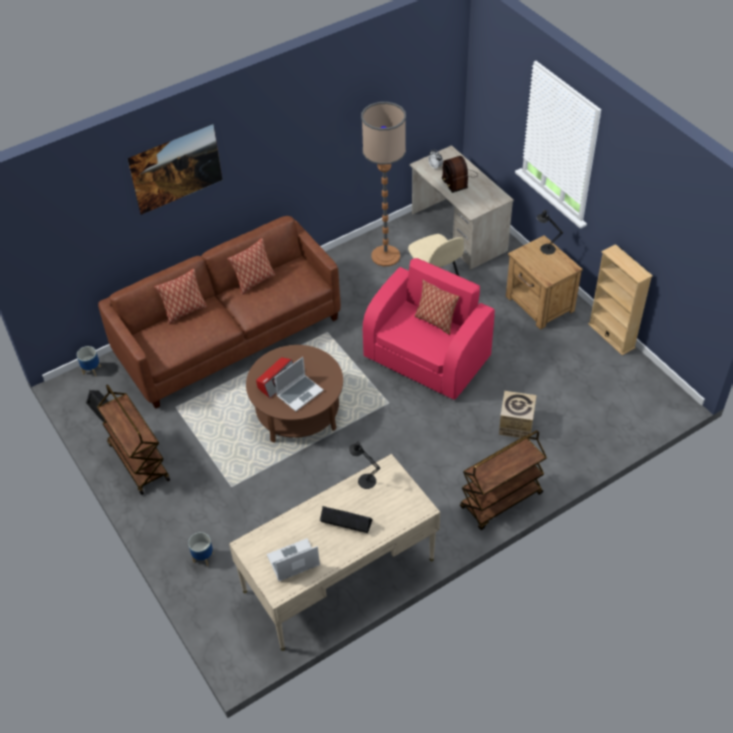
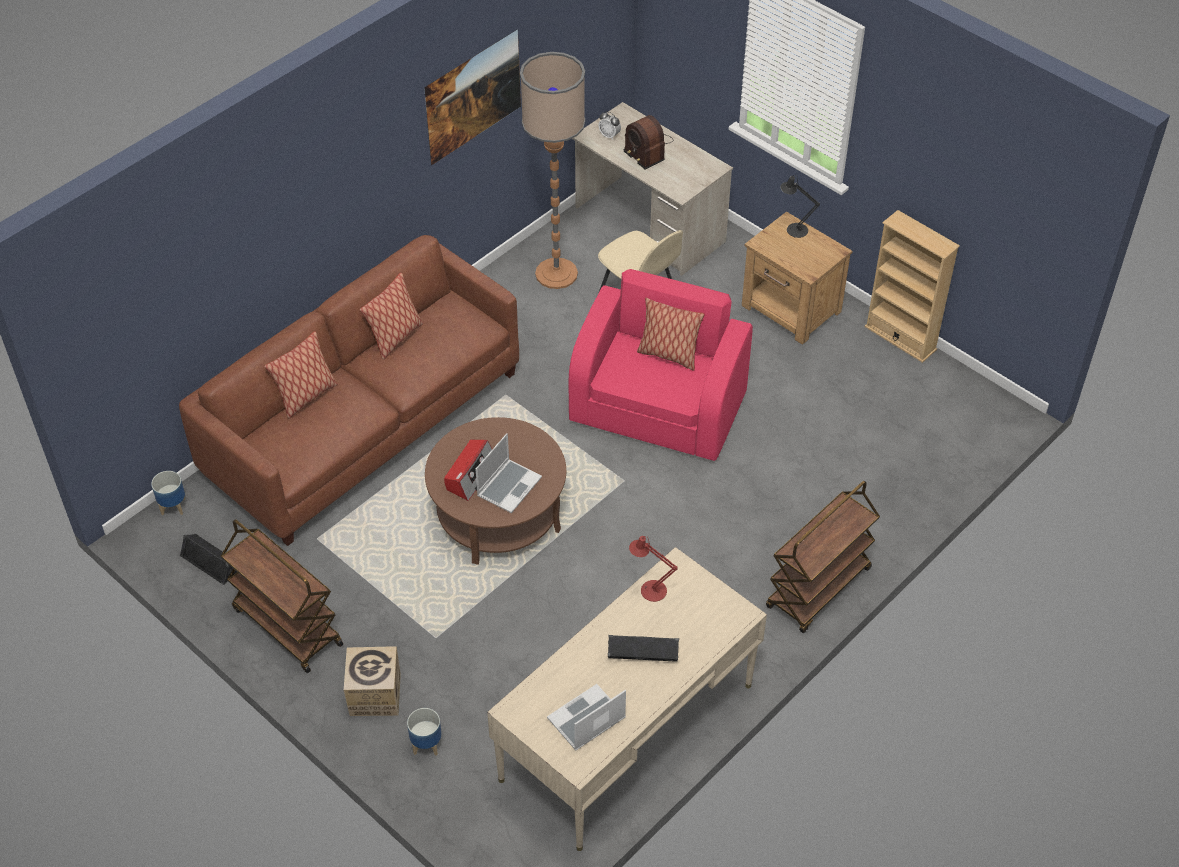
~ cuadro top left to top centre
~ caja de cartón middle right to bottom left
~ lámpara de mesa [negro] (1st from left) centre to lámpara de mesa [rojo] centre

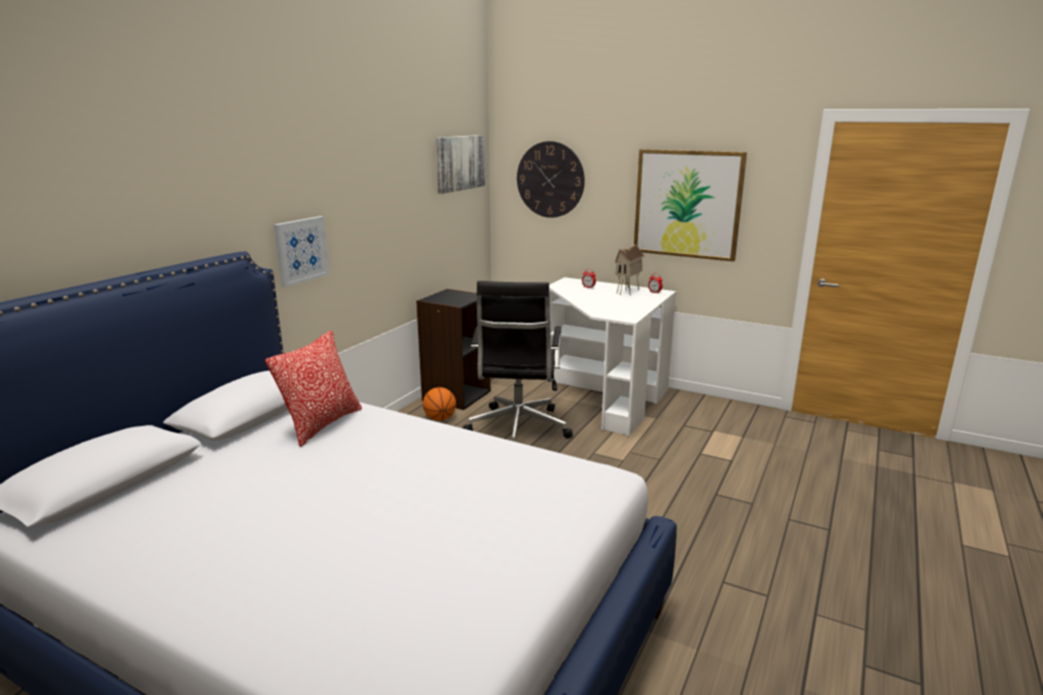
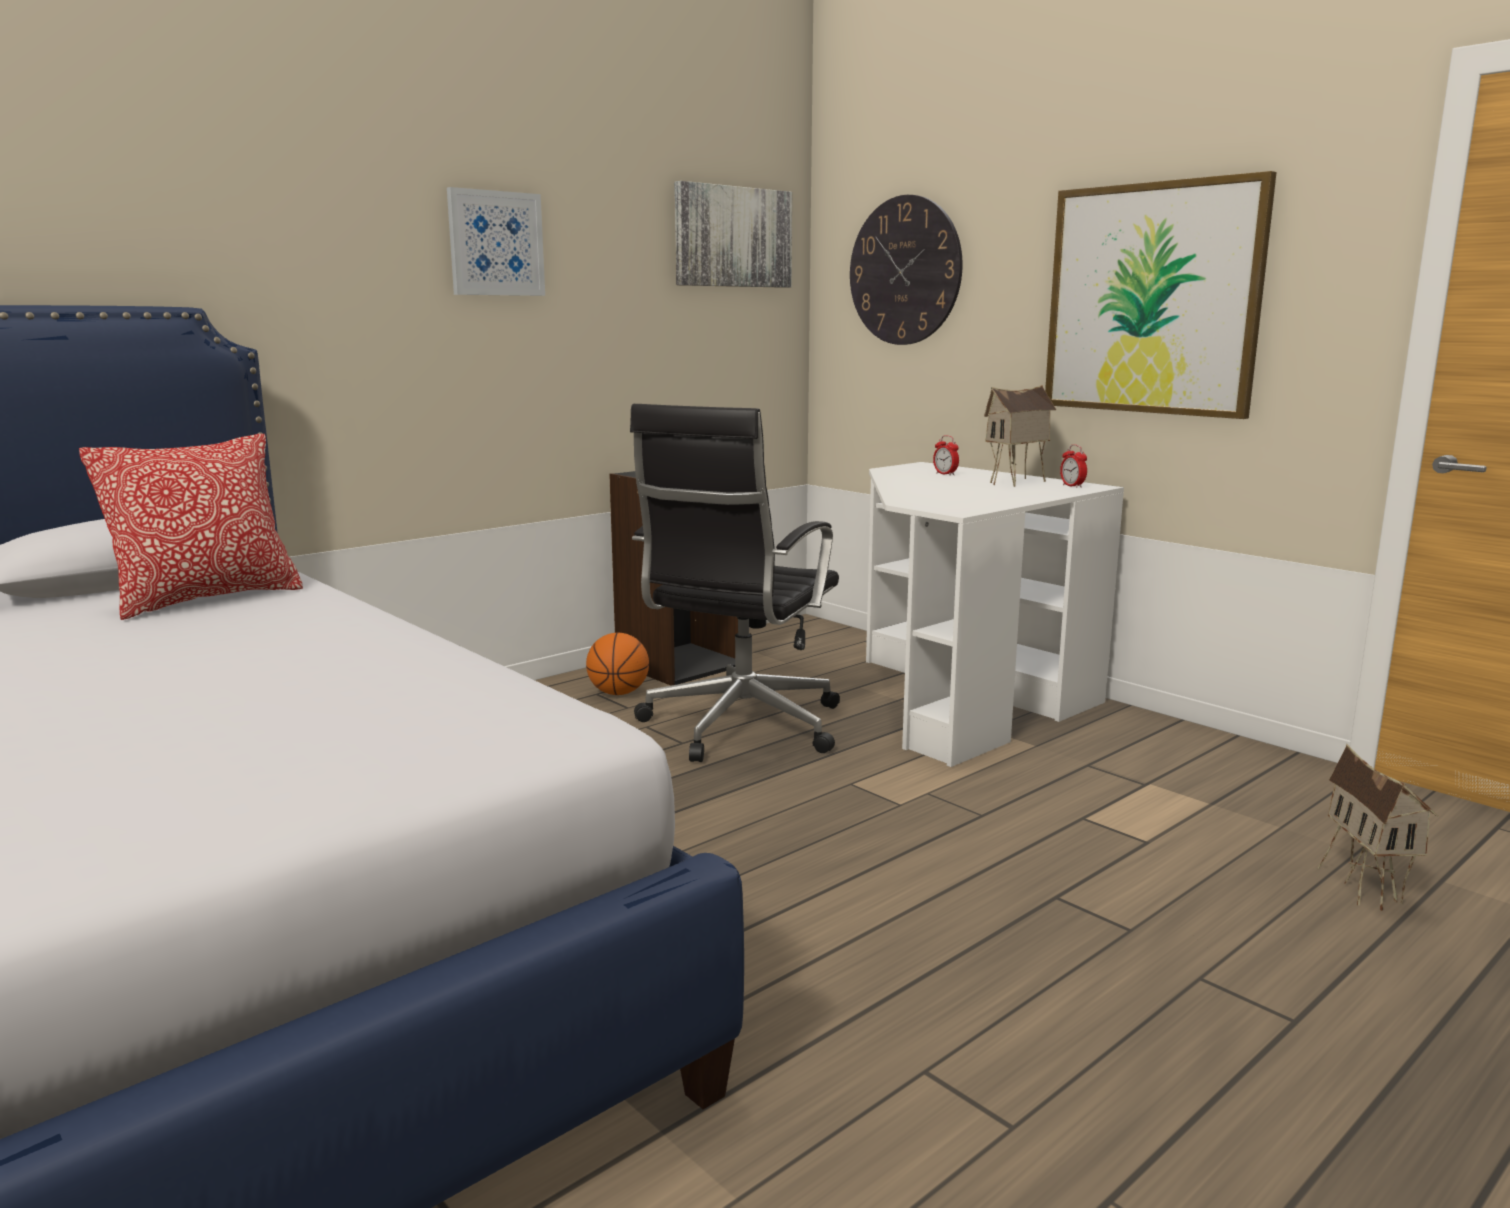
+ casita (2nd from left) bottom right
~ cuadro (1st from left) middle left to top left

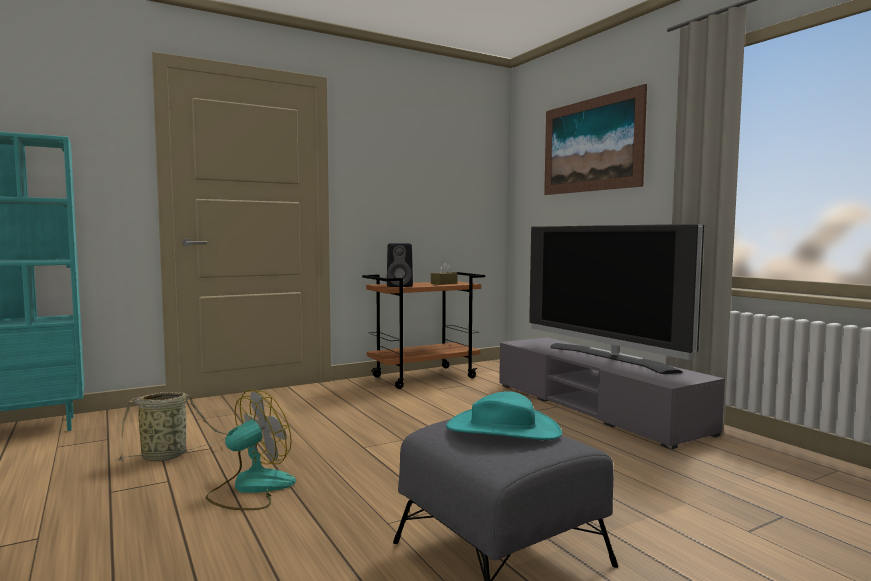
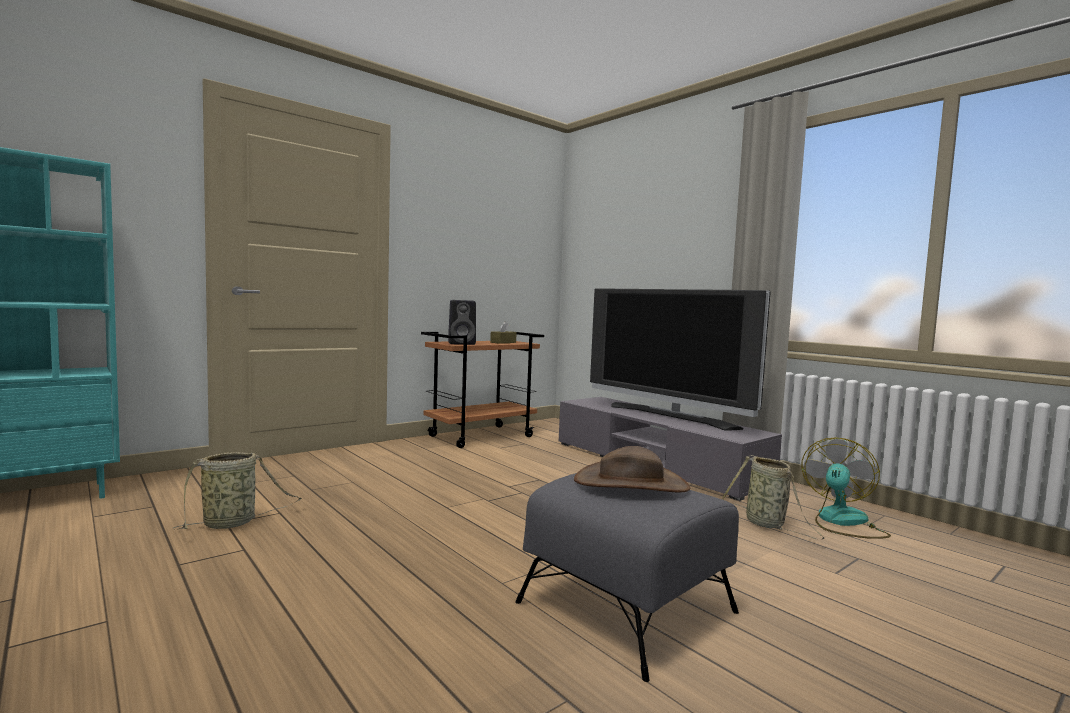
- cuadro top right
+ cesta (2nd from left) bottom right
~ ventilador bottom left to bottom right
~ sombrero [turquesa] bottom centre to sombrero [marrón] centre

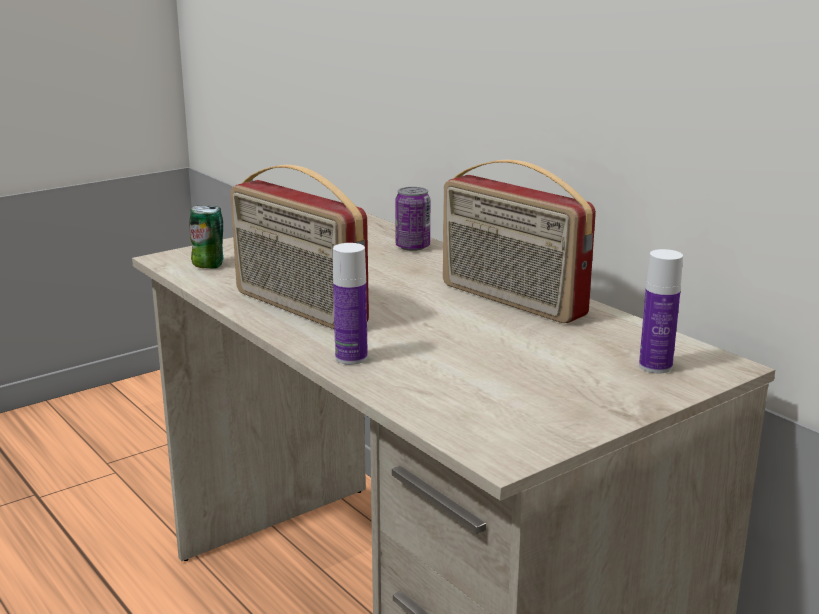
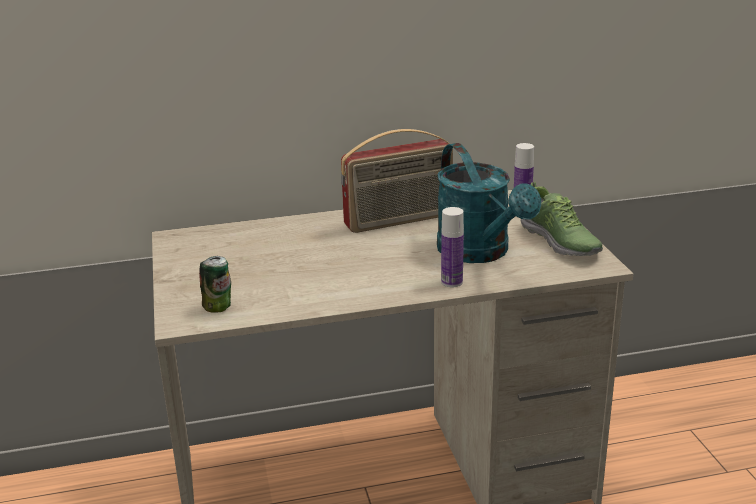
- radio (1st from left) centre
- lata (2nd from left) centre
+ regadera [turquesa] centre
+ zapato middle right

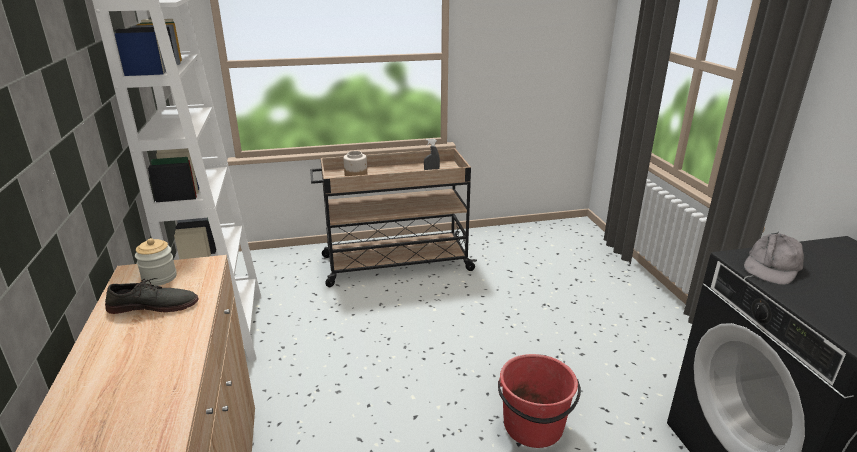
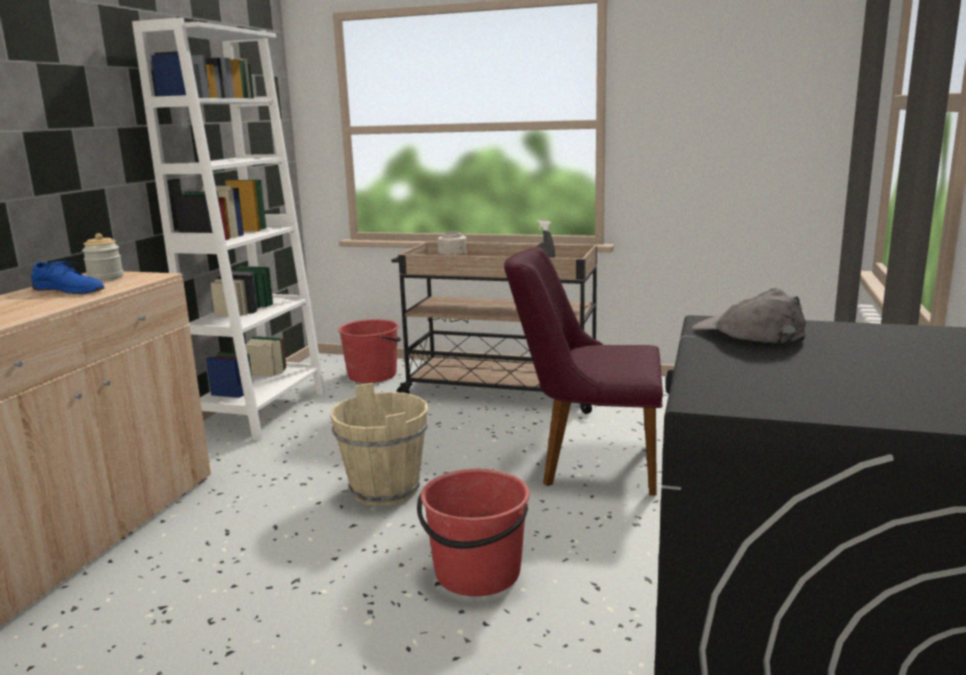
+ cubo [beis] centre
+ cubo [rojo] (1st from left) centre
+ silla [morado] centre
~ zapato [gris] middle left to zapato [azul] middle left
~ gorra [gris] middle right = middle right 75 degrees clockwise

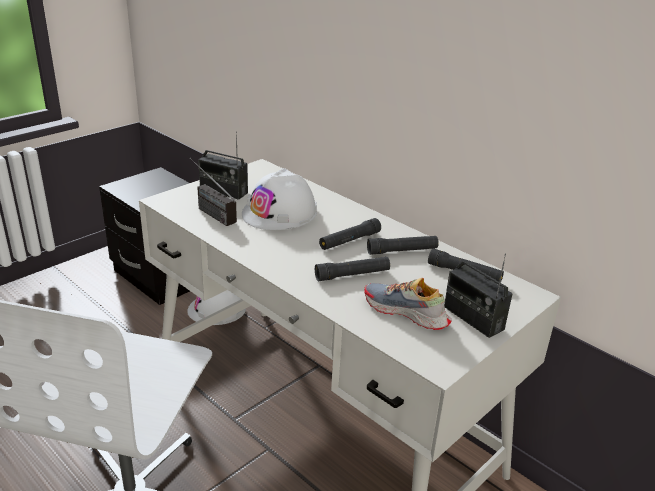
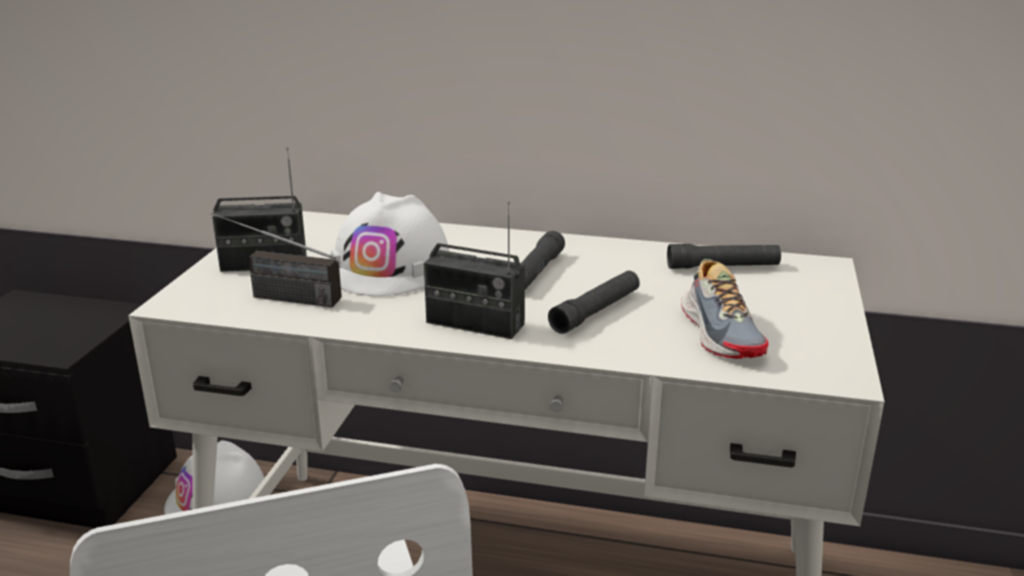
- linterna [negro] (3rd from left) centre
~ radio (3rd from left) middle right to centre
~ zapato centre = middle right 105 degrees counterclockwise

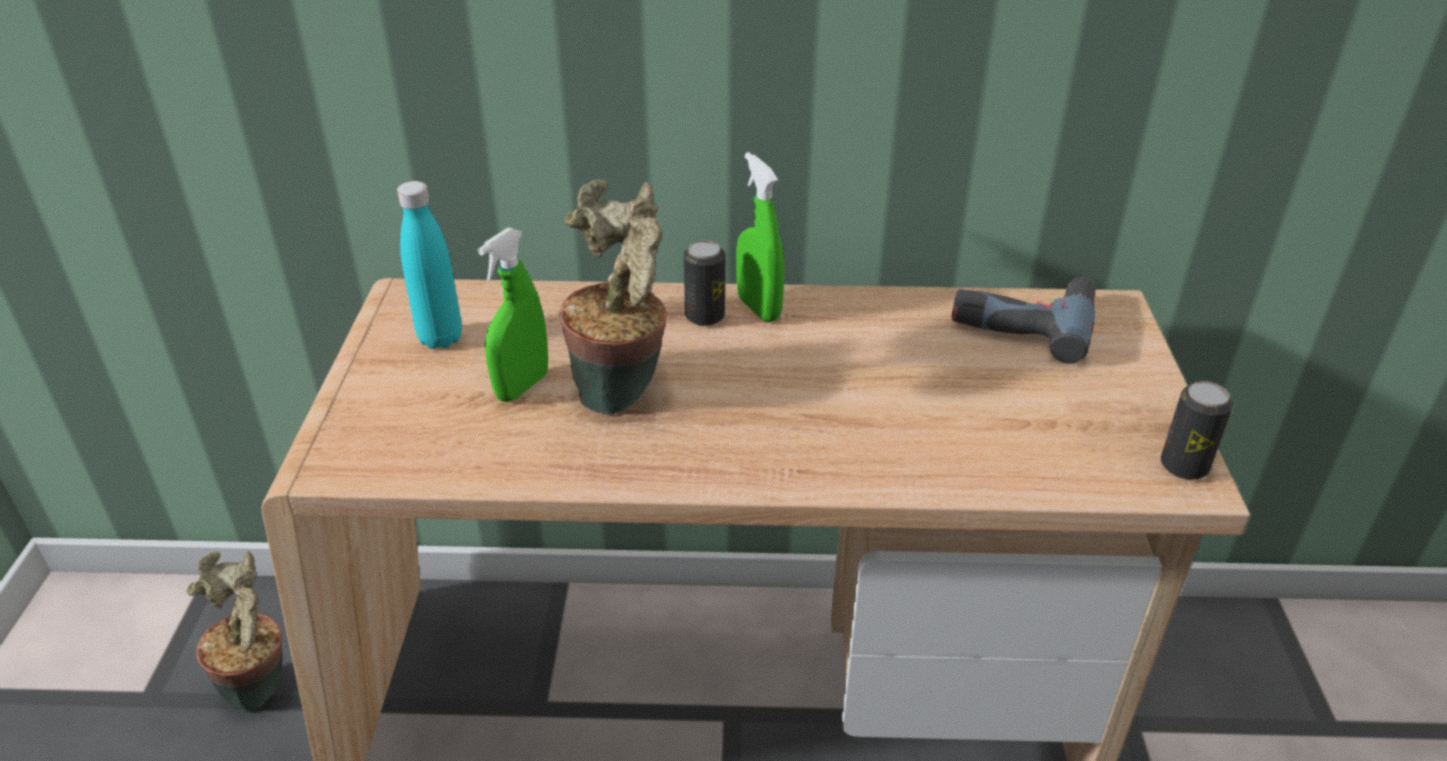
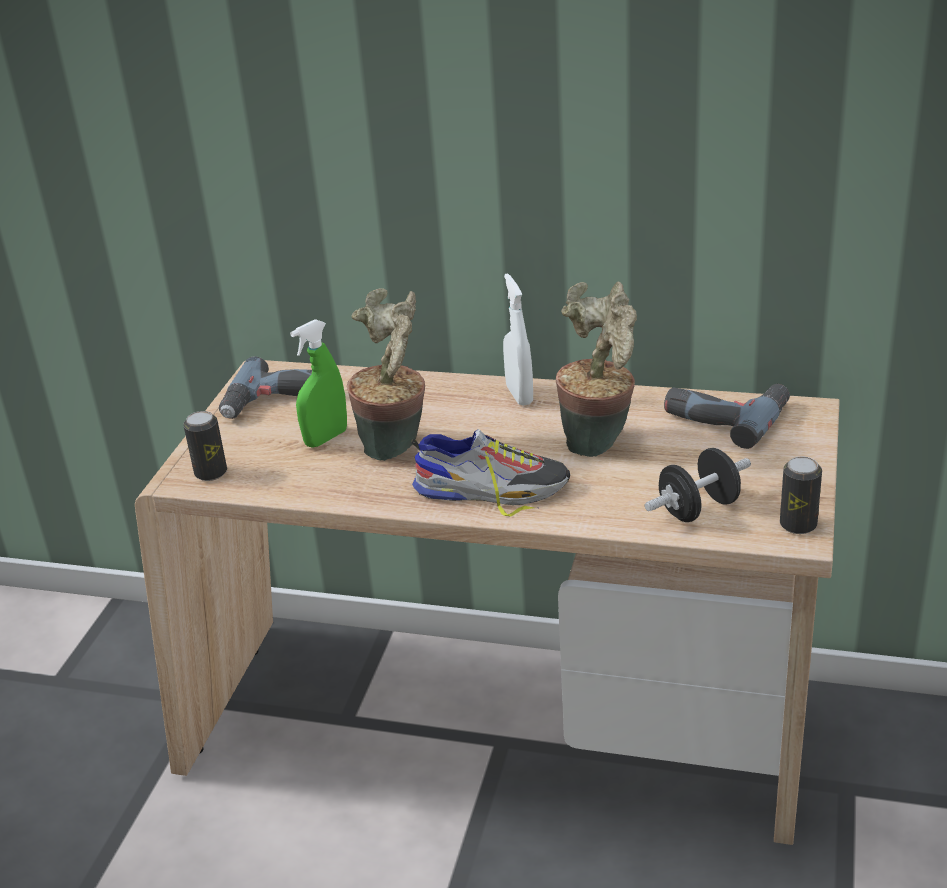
+ zapato centre
+ mancuerna [negro] middle right
~ planta en maceta (1st from left in the first image) bottom left to planta en maceta (2nd from left) centre
~ lata (1st from left) centre to middle left
~ botella [turquesa] middle left to taladro (1st from left) middle left
~ pulverizador [verde] (2nd from left) top centre to pulverizador [blanco] centre

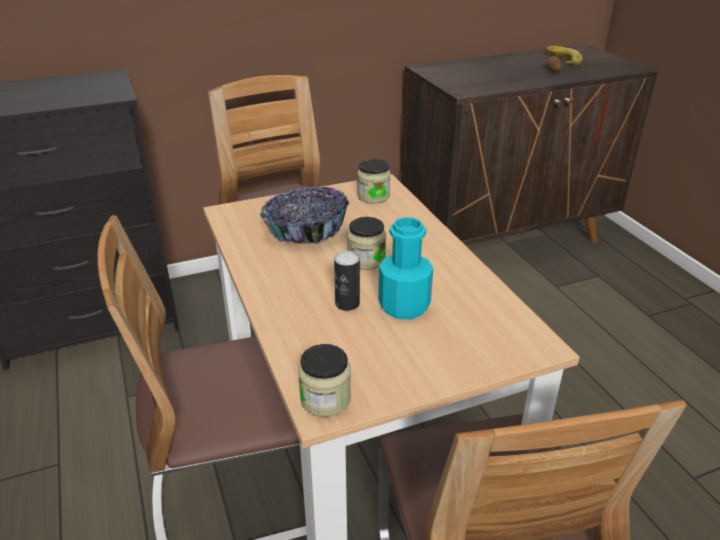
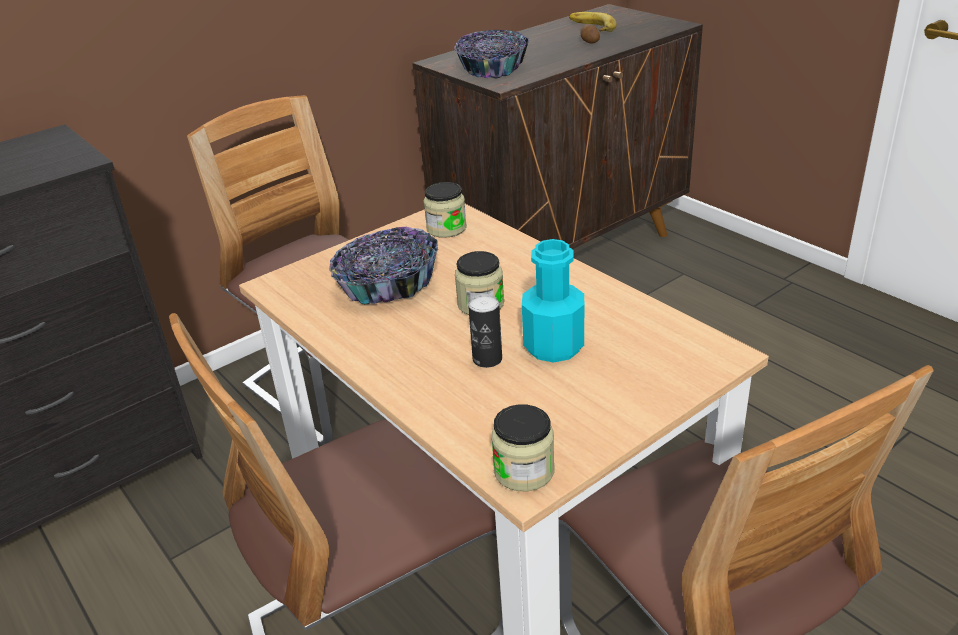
+ cuenco (2nd from left) top centre

